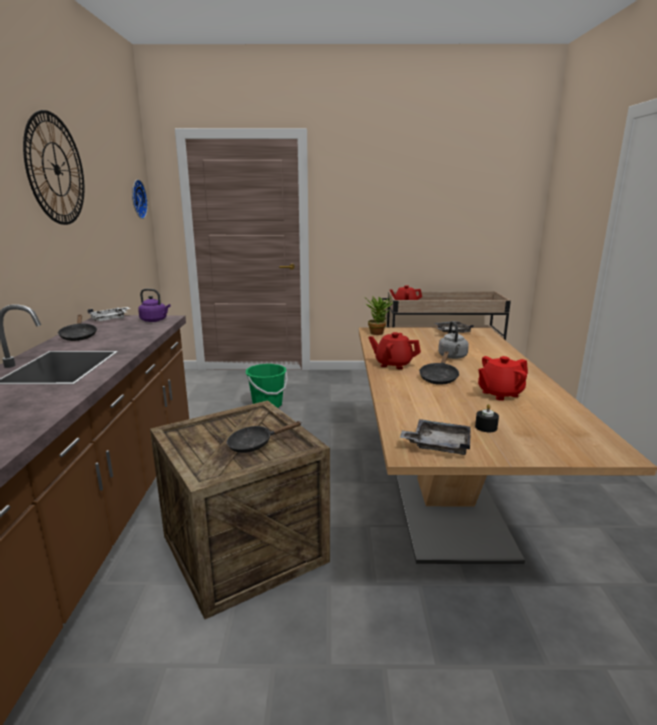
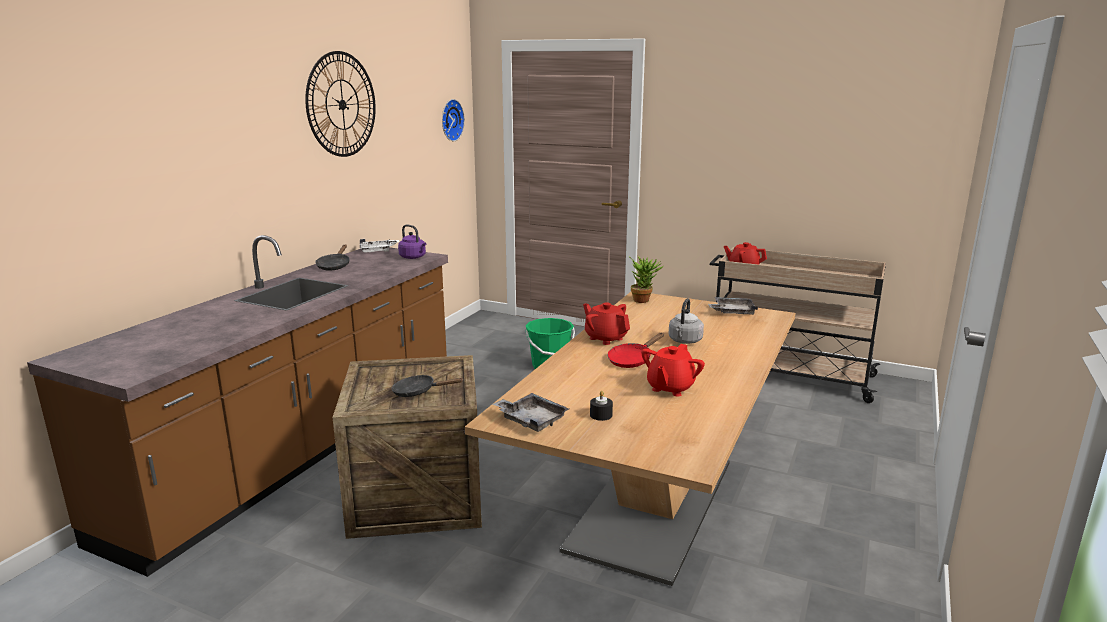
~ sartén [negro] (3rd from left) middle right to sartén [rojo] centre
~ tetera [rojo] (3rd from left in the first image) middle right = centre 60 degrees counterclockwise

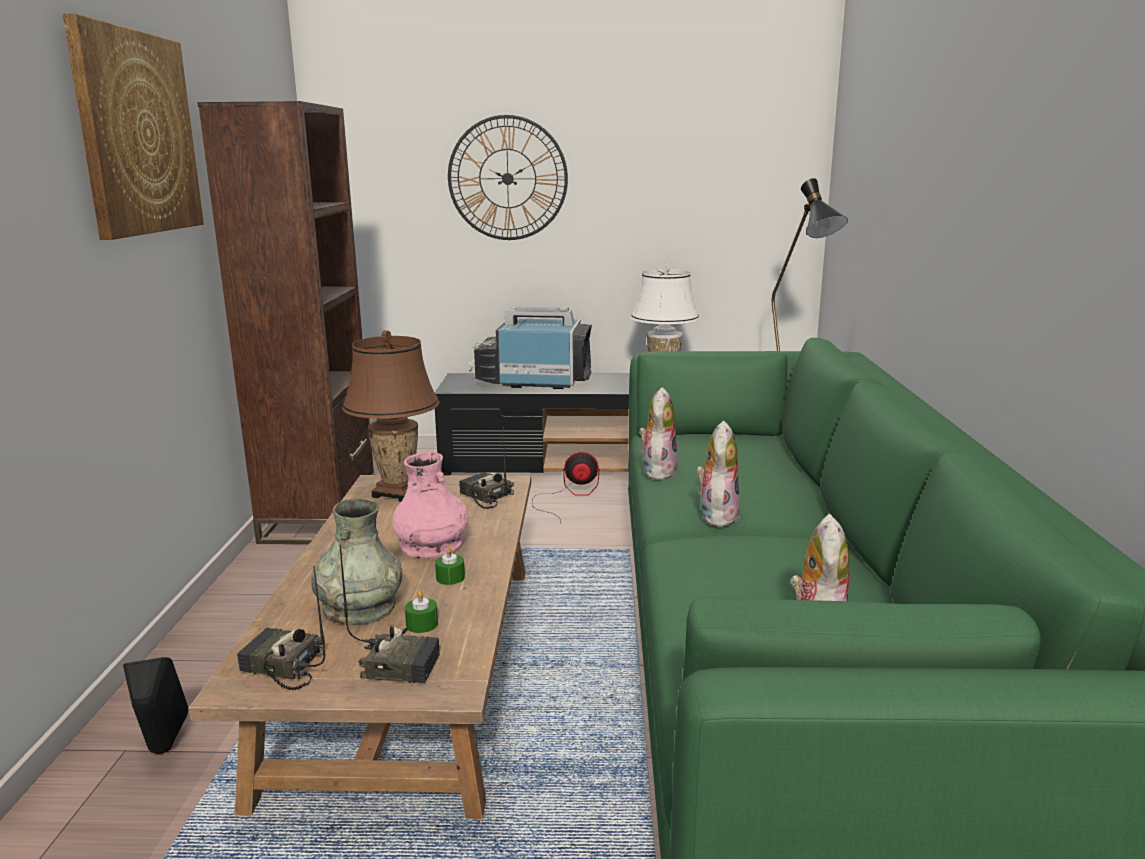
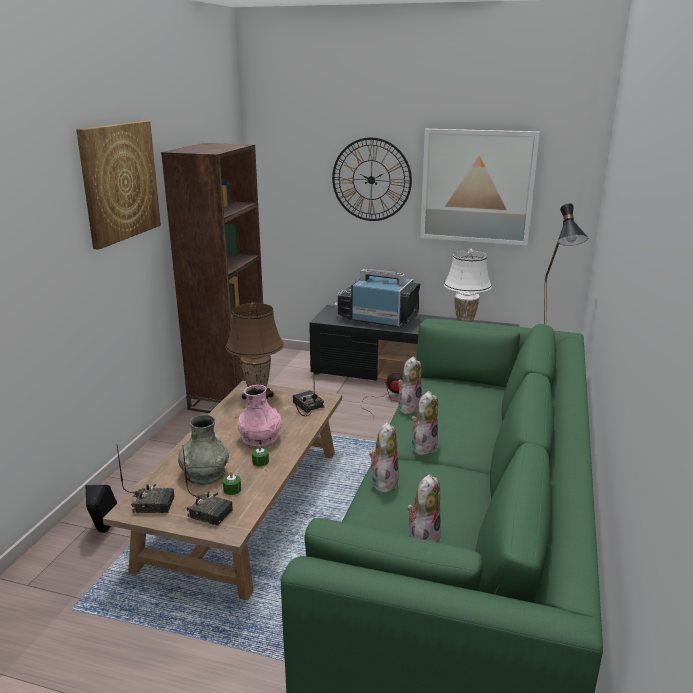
+ peluche (1st from left) centre
+ cuadro (2nd from left) top right
~ radio (1st from left) bottom left = bottom left 150 degrees clockwise

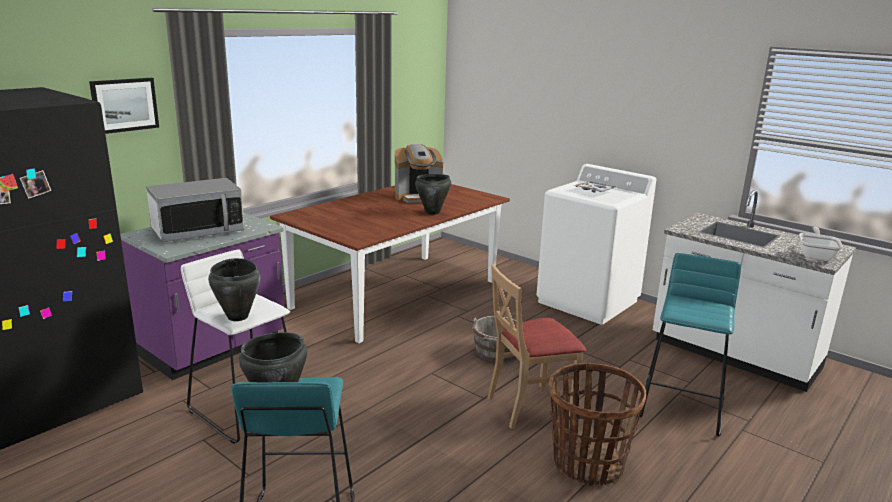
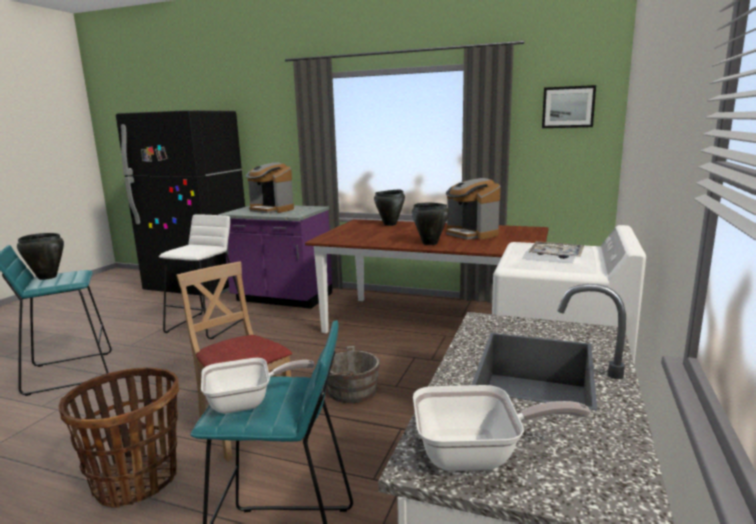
+ sartén (1st from left) bottom centre
~ cuadro top left to top right
~ olla [negro] (1st from left in the first image) middle left to olla [negro] (2nd from left) centre
~ microondas middle left to cafetera (1st from left) centre

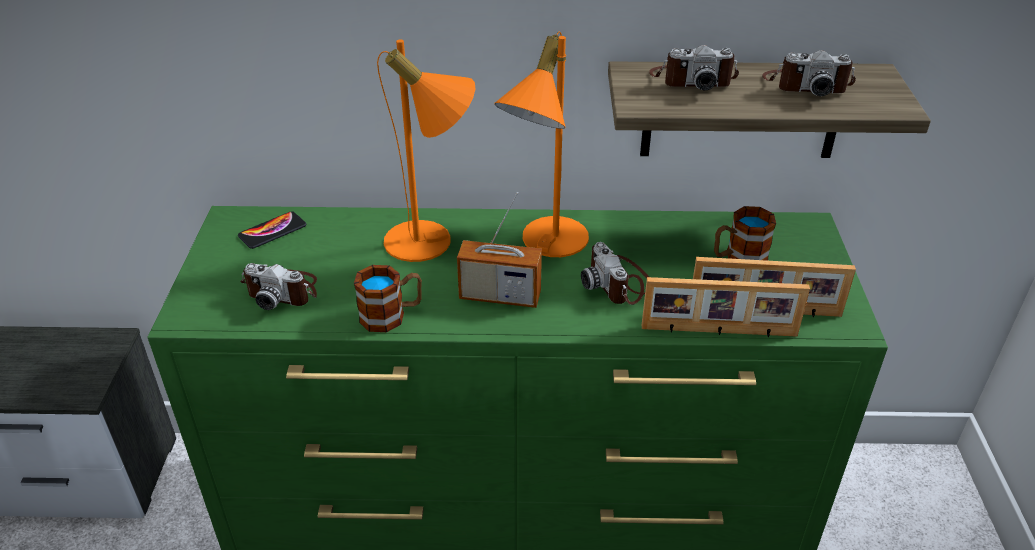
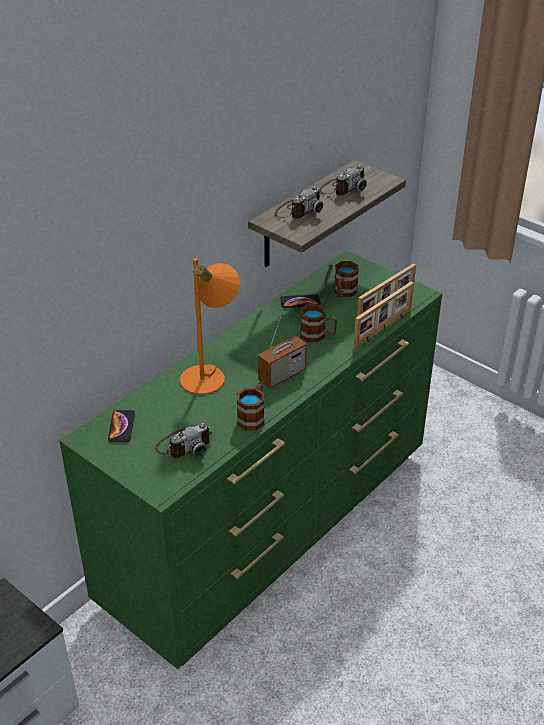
- lámpara de mesa [naranja] (2nd from left) top centre
+ móvil (2nd from left) centre
~ cámara (2nd from left) centre to taza grande (2nd from left) centre

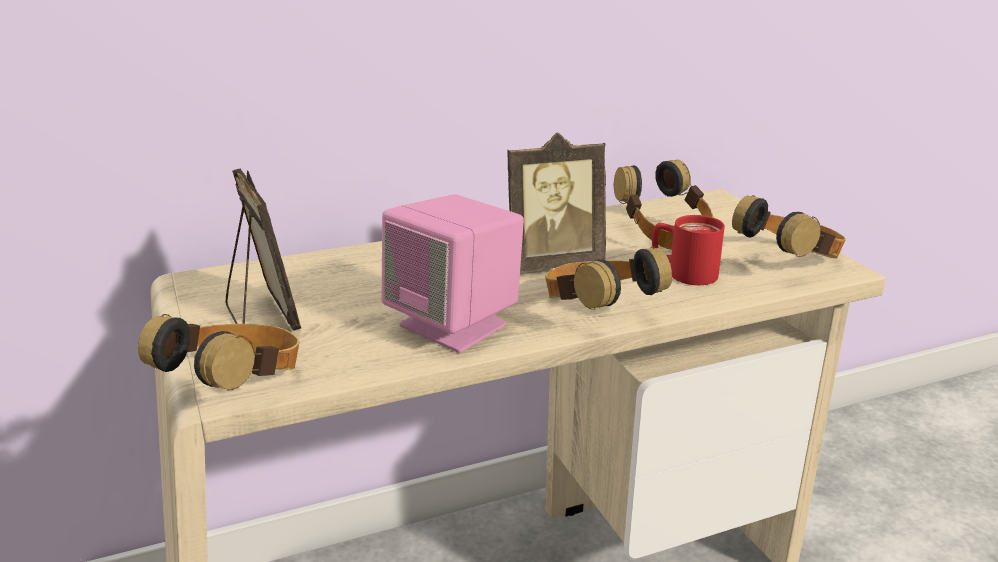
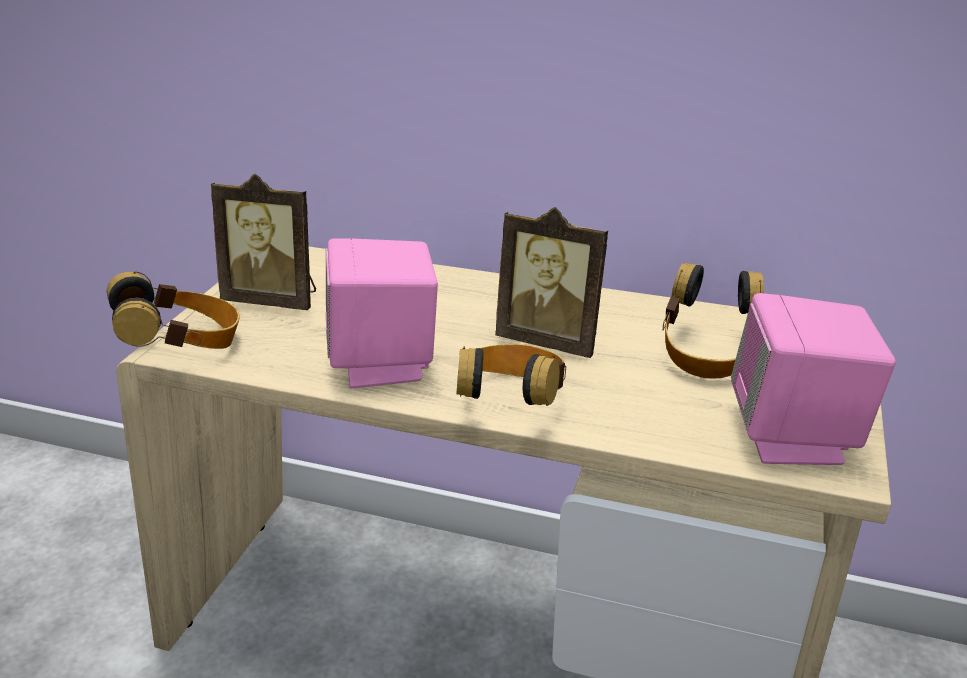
- taza grande [rojo] middle right
~ auriculares (4th from left) middle right to altavoz [rosa] (2nd from left) middle right
~ portarretratos (1st from left) middle left = middle left 90 degrees clockwise

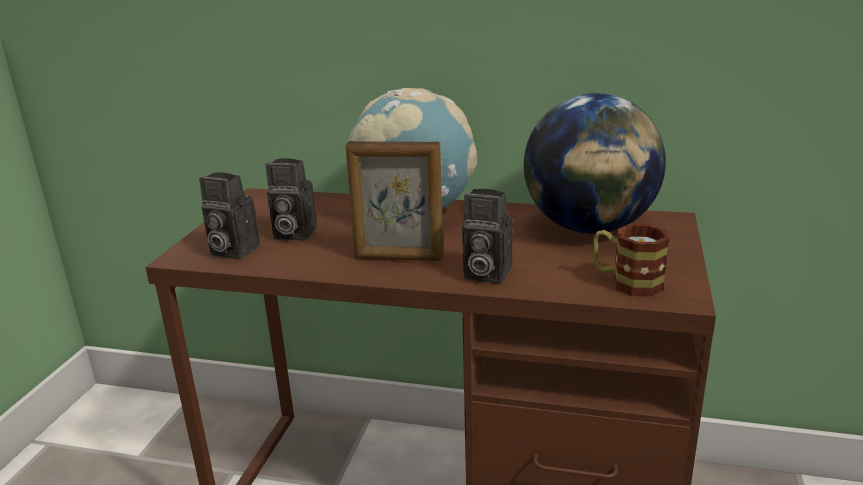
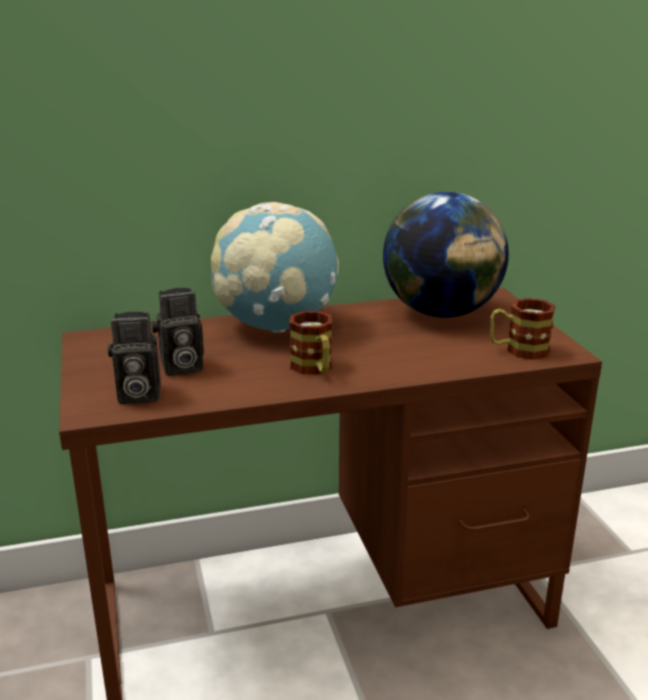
- cámara (3rd from left) centre
~ portarretratos centre to taza grande (1st from left) centre

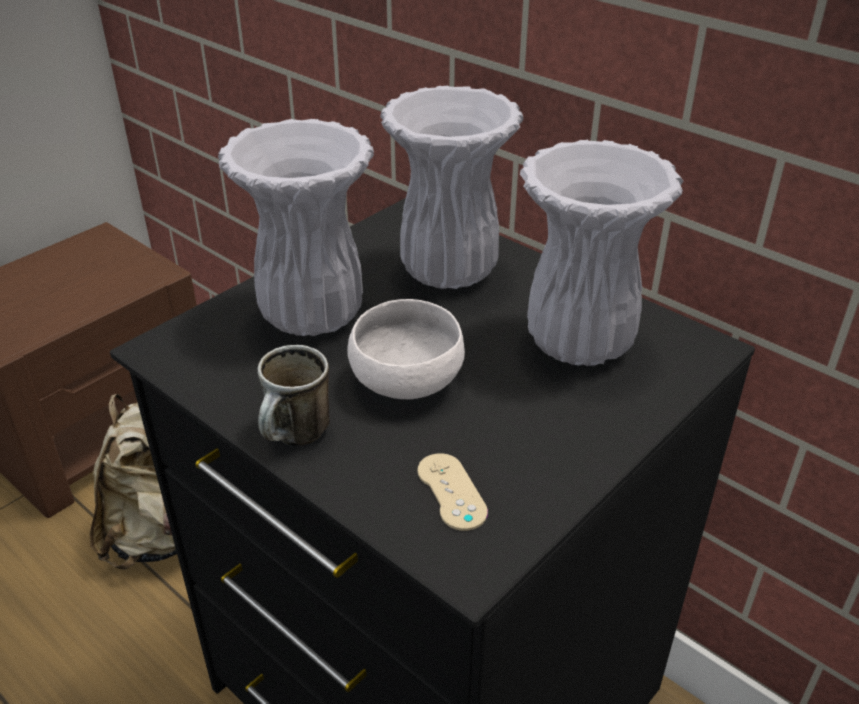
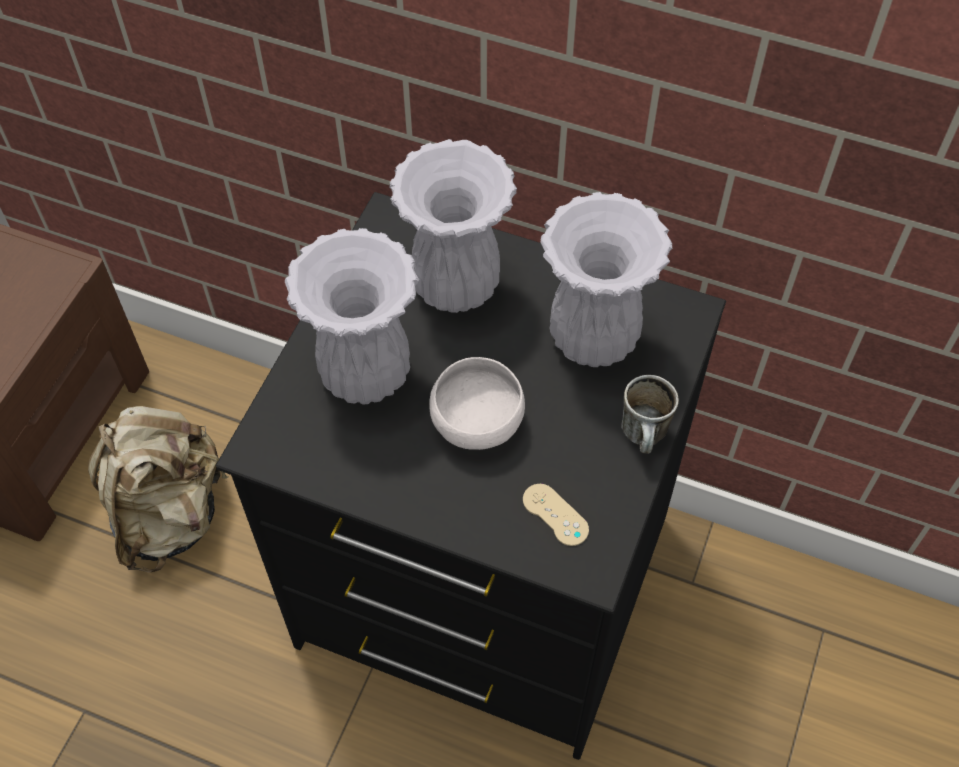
~ taza grande centre to middle right

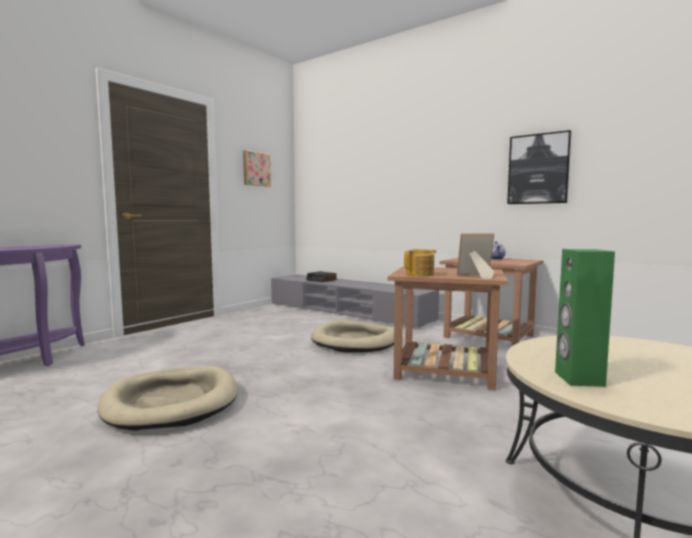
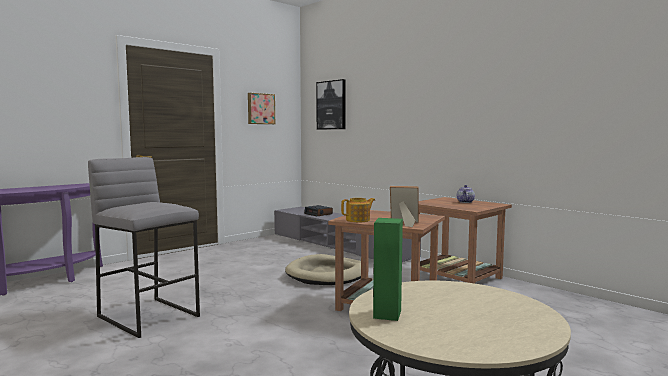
~ cuadro (2nd from left) top right to top centre
~ cama para perro [beis] (1st from left) bottom left to taburete [gris] middle left

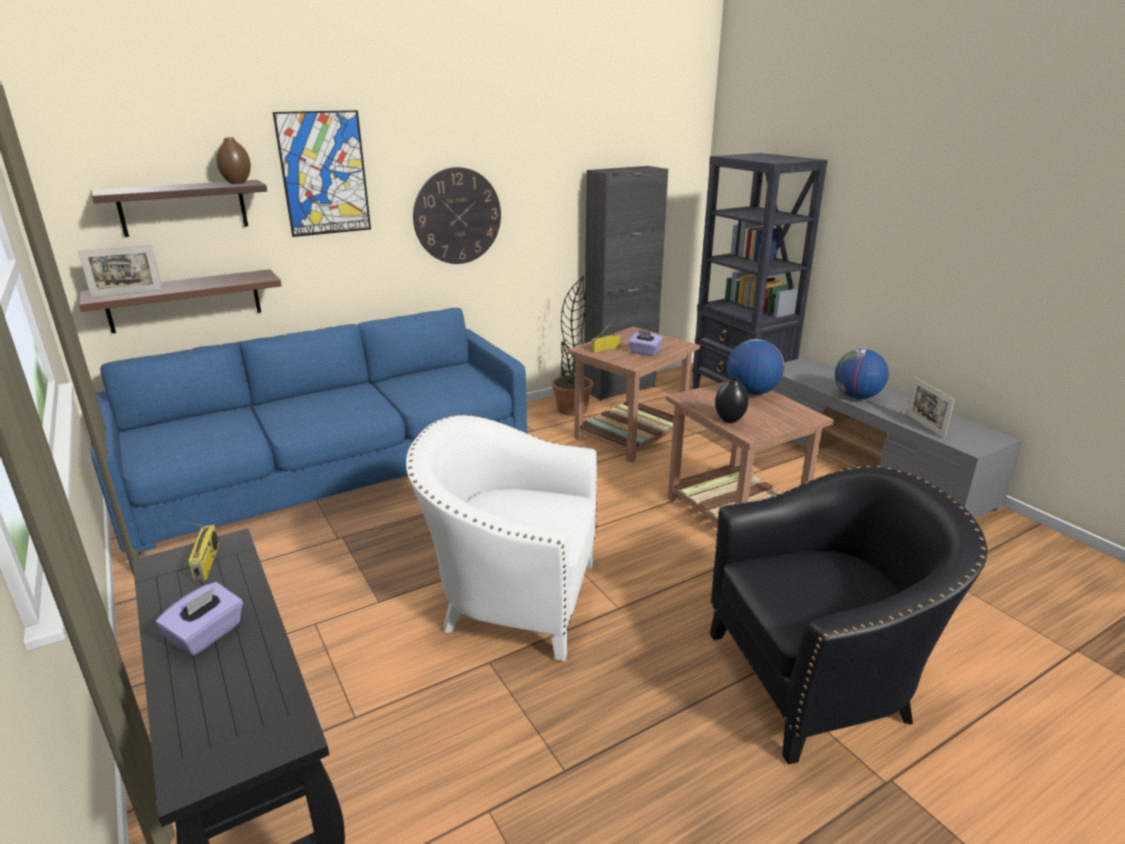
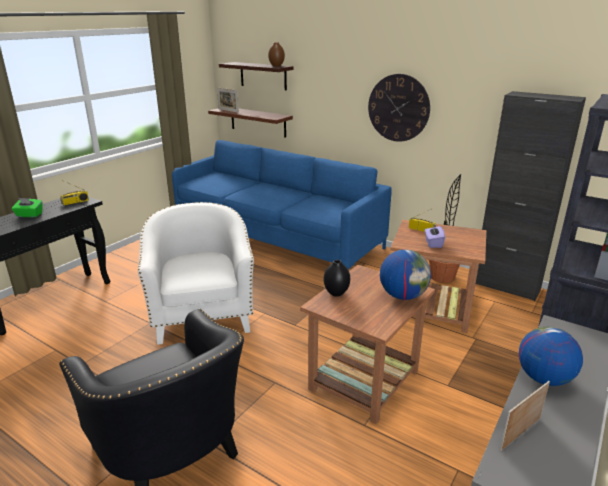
- cuadro top left
~ caja de pañuelos [morado] (1st from left) bottom left to caja de pañuelos [verde] middle left

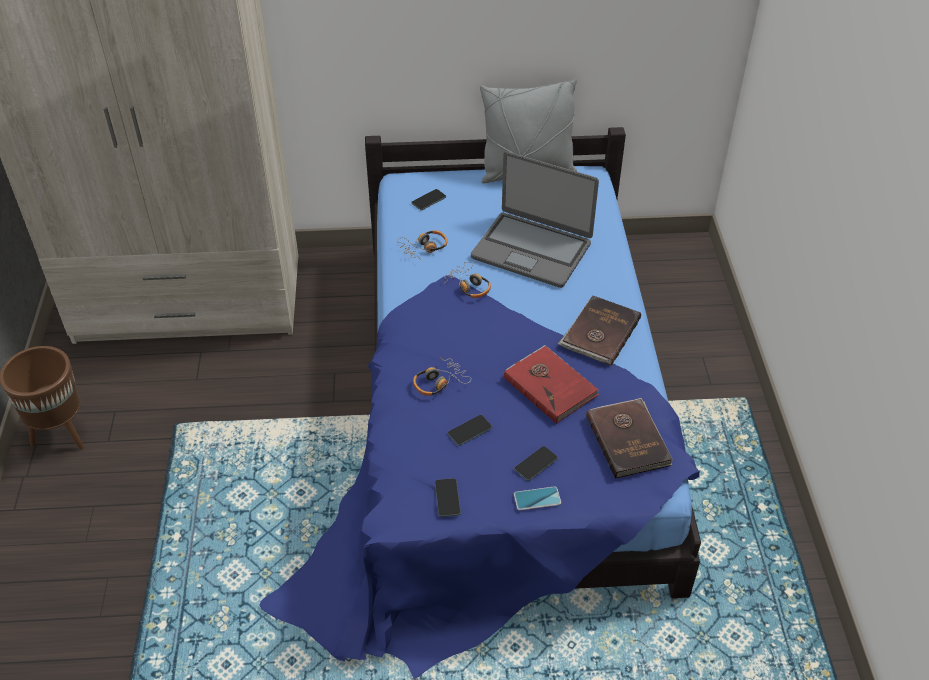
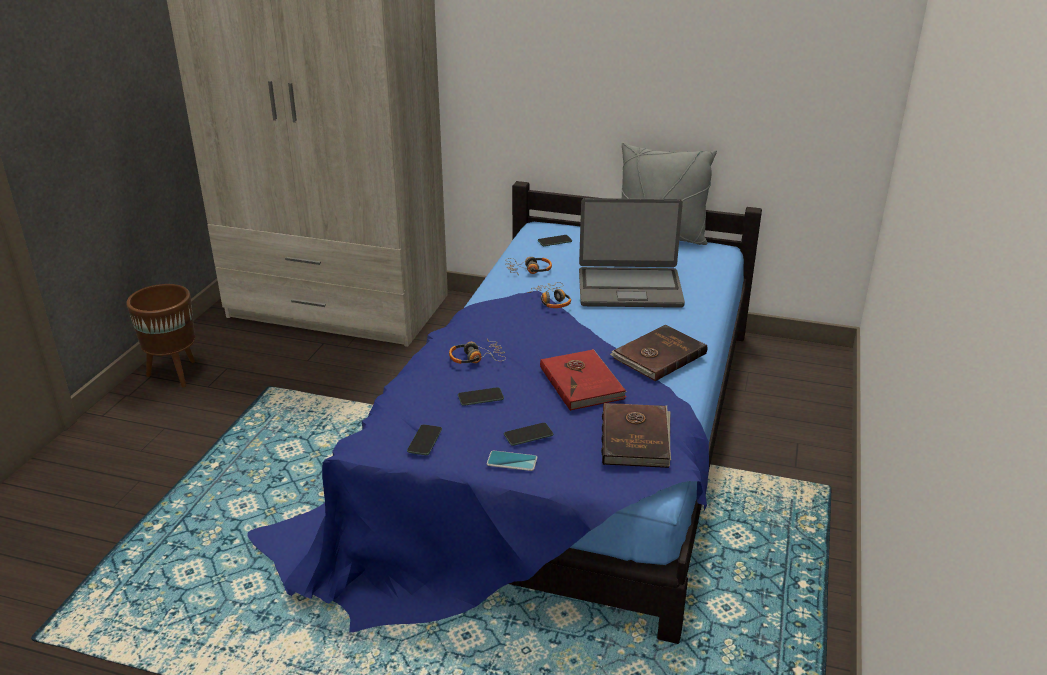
~ portátil top centre = centre 45 degrees counterclockwise

